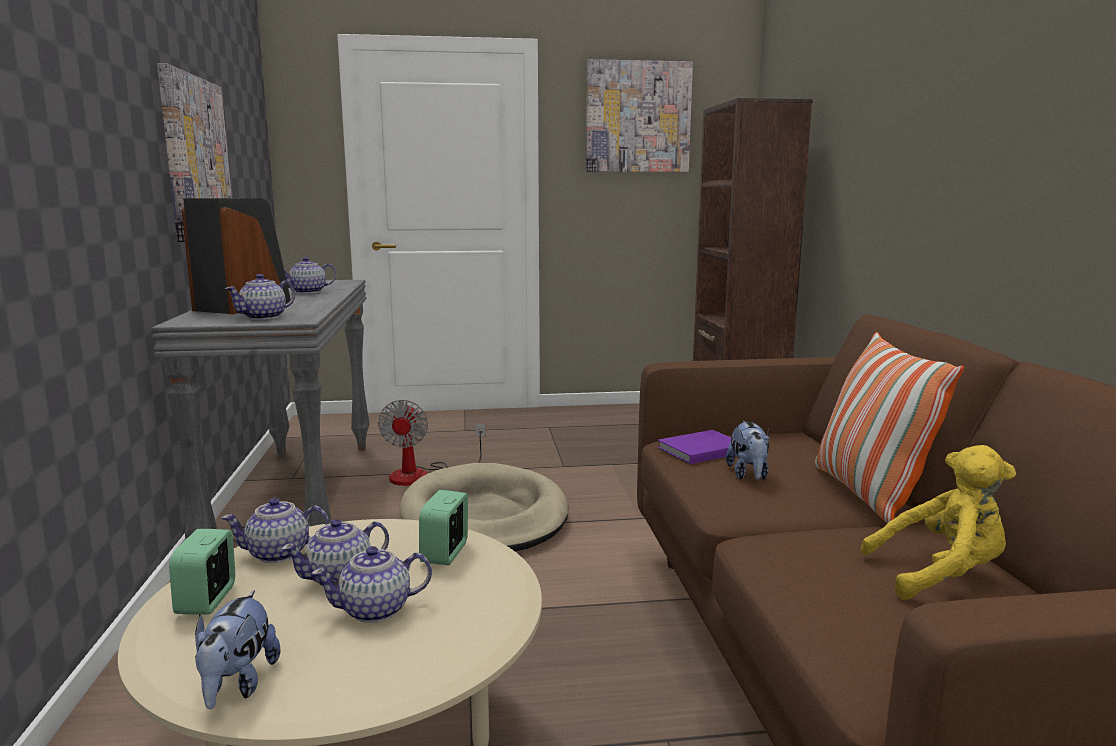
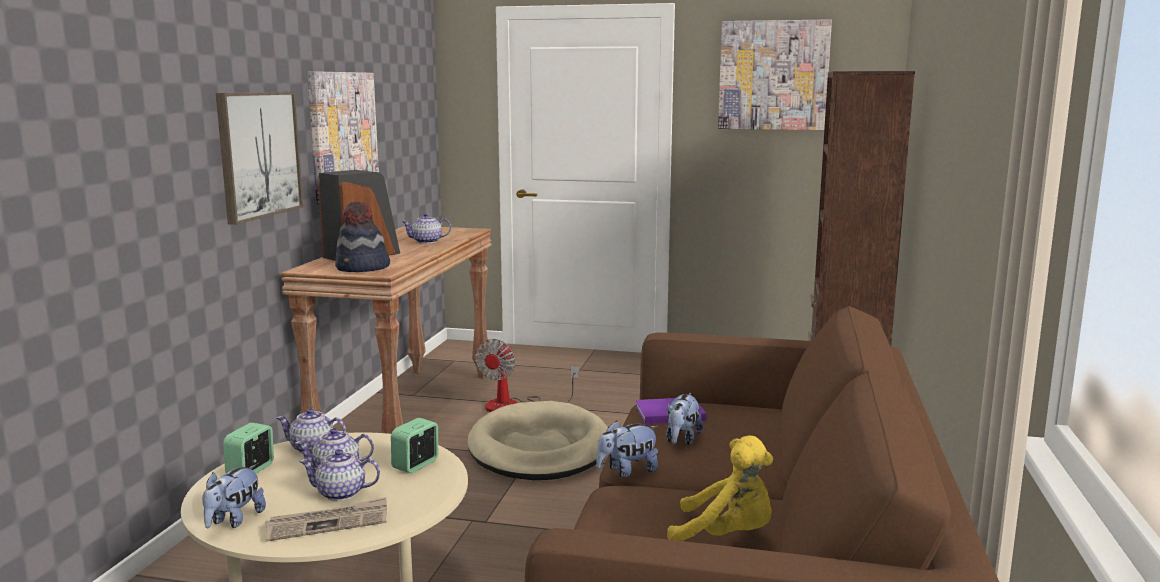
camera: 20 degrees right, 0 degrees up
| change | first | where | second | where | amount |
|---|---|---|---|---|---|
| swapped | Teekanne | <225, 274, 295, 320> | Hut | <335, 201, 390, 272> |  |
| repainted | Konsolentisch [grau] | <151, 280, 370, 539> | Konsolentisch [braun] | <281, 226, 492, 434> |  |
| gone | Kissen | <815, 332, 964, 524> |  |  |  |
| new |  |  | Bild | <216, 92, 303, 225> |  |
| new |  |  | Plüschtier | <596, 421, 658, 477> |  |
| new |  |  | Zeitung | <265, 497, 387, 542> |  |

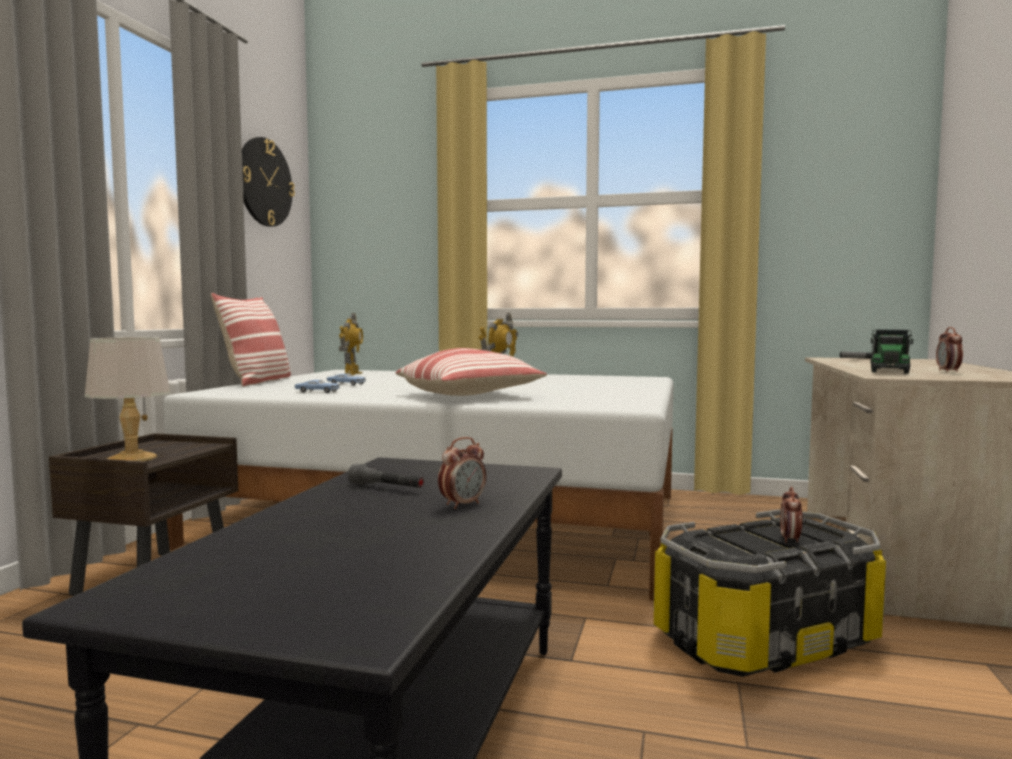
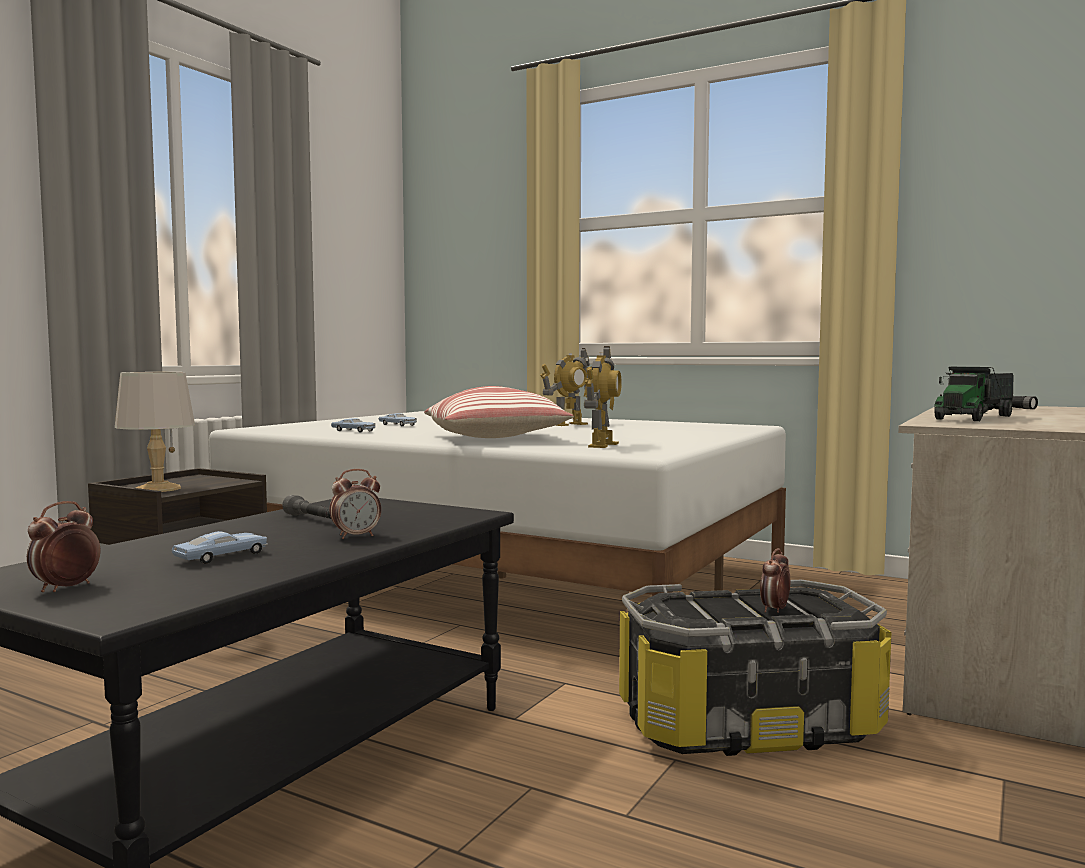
camera: 15 degrees right, 0 degrees up
| change | first | where | second | where | amount |
|---|---|---|---|---|---|
| gone | Wanduhr | <242, 137, 295, 227> |  |  |  |
| gone | Kissen | <211, 293, 291, 386> |  |  |  |
| shifted | Spielzeugroboter | <339, 313, 363, 375> |  | <584, 346, 622, 448> |  |
| shifted | Wecker | <936, 327, 963, 373> |  | <27, 501, 101, 592> |  |
| new |  |  | Spielzeugauto [blau] | <172, 531, 268, 564> |  |

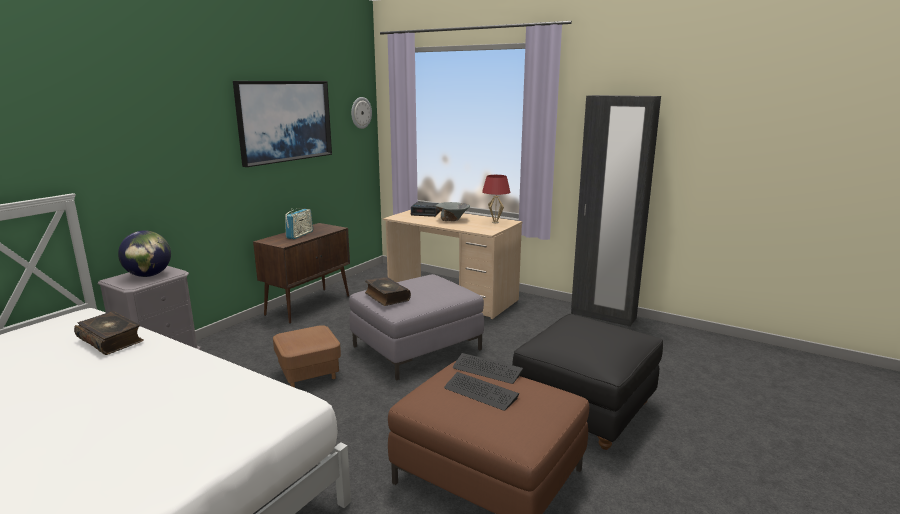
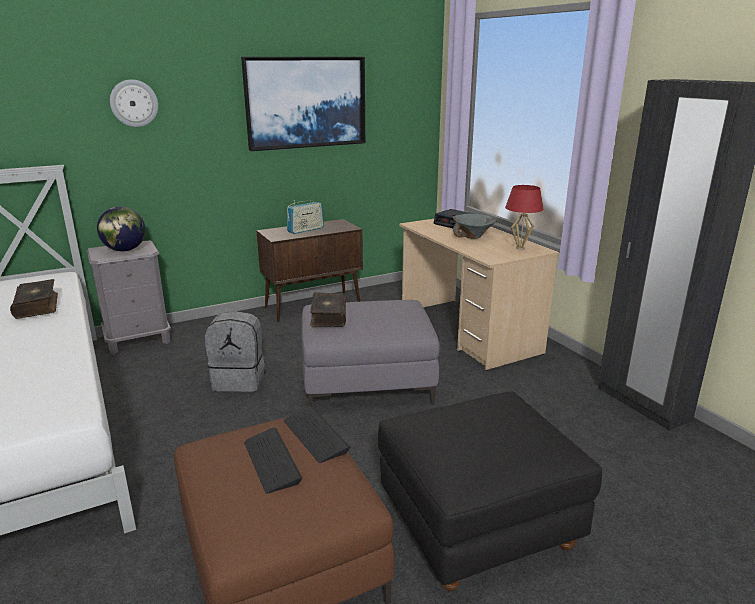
camera: 30 degrees right, 5 degrees up
| change | first | where | second | where | amount |
|---|---|---|---|---|---|
| shifted | Wanduhr | <351, 97, 372, 129> |  | <110, 79, 158, 127> |  |
| swapped | Polsterhocker [braun] | <273, 325, 341, 388> | Rucksack [grau] | <205, 311, 265, 392> |  |

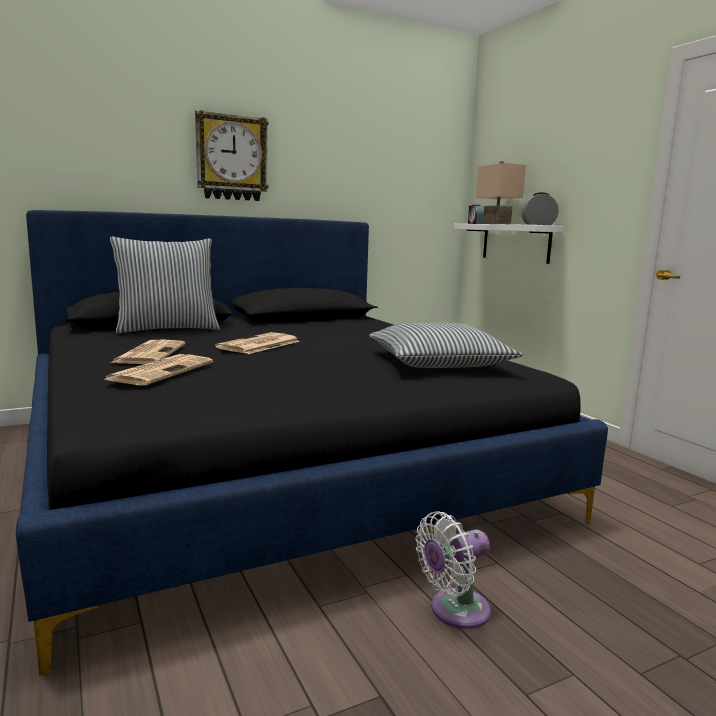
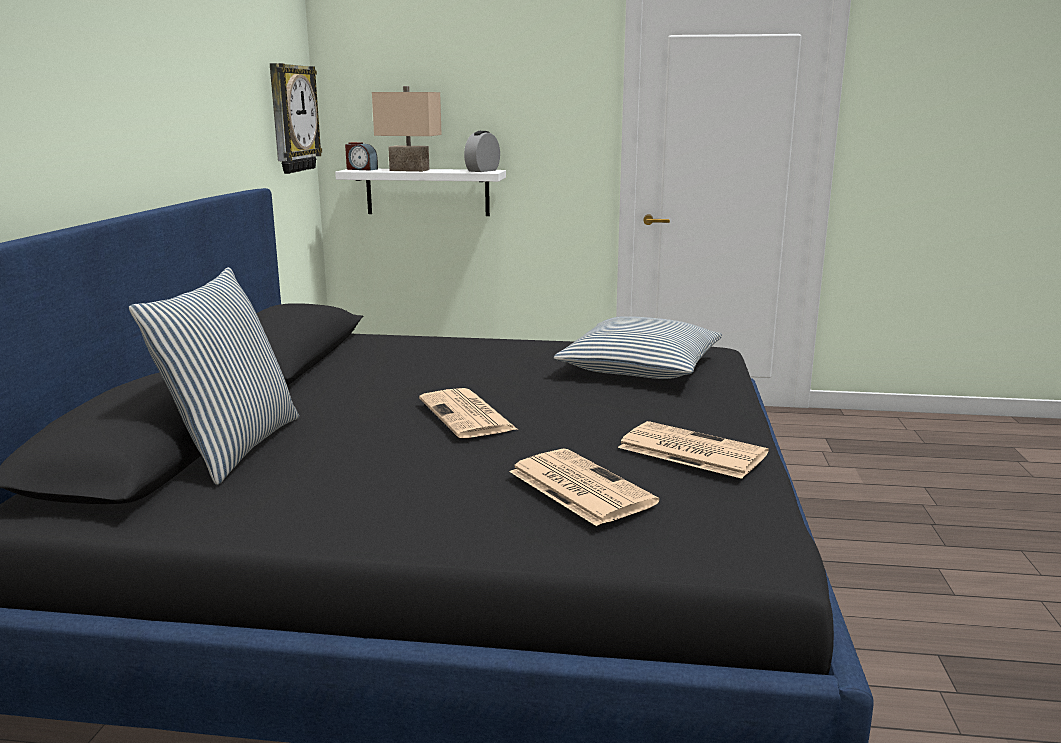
camera: 55 degrees left, 5 degrees up
| change | first | where | second | where | amount |
|---|---|---|---|---|---|
| shifted | Wanduhr | <195, 110, 268, 201> |  | <270, 63, 322, 174> |  |
| shifted | Zeitung | <111, 340, 185, 364> |  | <618, 421, 769, 479> |  |
| gone | Ventilator [weiß] | <415, 511, 491, 629> |  |  |  |

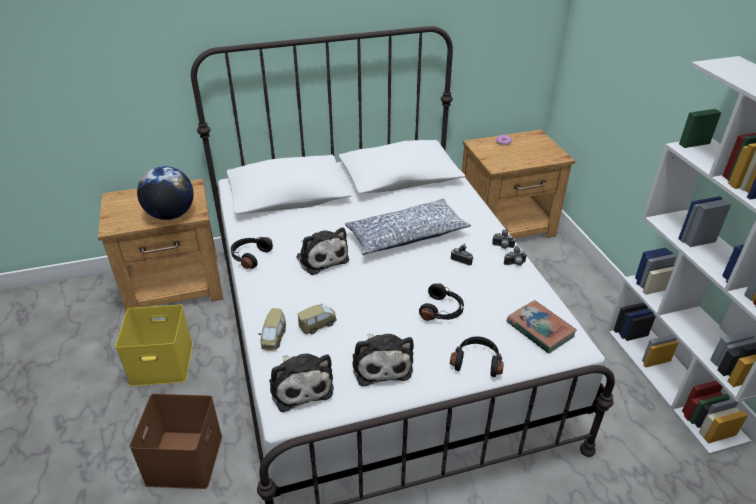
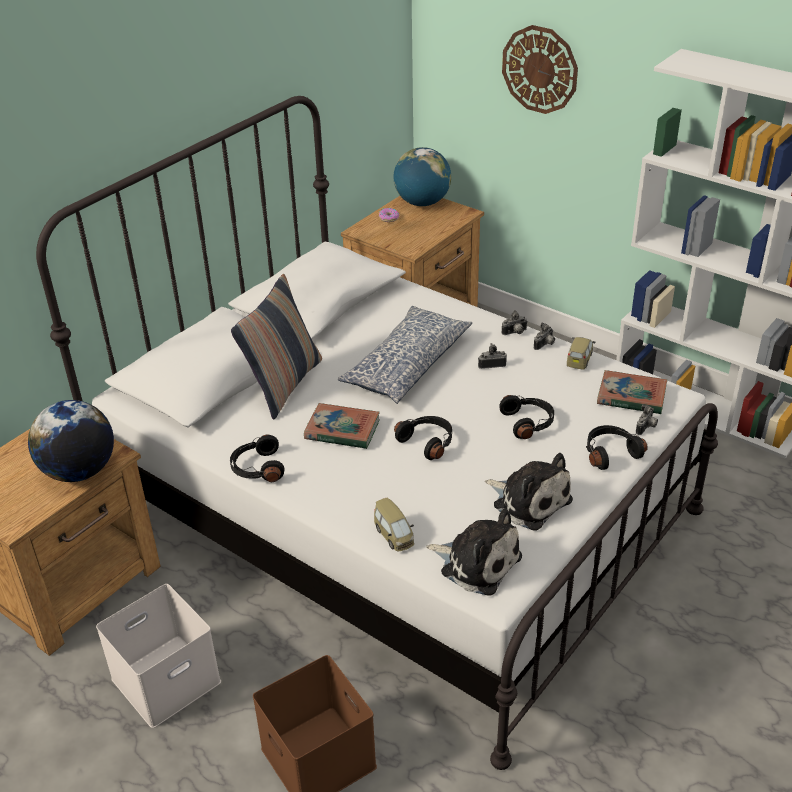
camera: 35 degrees left, 0 degrees up
| change | first | where | second | where | amount |
|---|---|---|---|---|---|
| swapped | Plüschtier | <296, 227, 349, 275> | Buch | <304, 403, 380, 449> |  |
| shifted | Spielzeugauto | <297, 304, 337, 334> |  | <567, 337, 596, 370> |  |
| repainted | Aufbewahrungsbox [gelb] | <115, 305, 193, 386> | Aufbewahrungsbox [weiß] | <96, 584, 221, 728> |  |
| new |  |  | Wanduhr | <502, 25, 578, 114> |  |
| new |  |  | Globus | <393, 147, 451, 206> |  |
| new |  |  | Kissen | <231, 274, 322, 420> |  |
| new |  |  | Kamera | <636, 404, 658, 435> |  |
| new |  |  | Kopfhörer [schwarz] | <394, 416, 452, 460> |  |

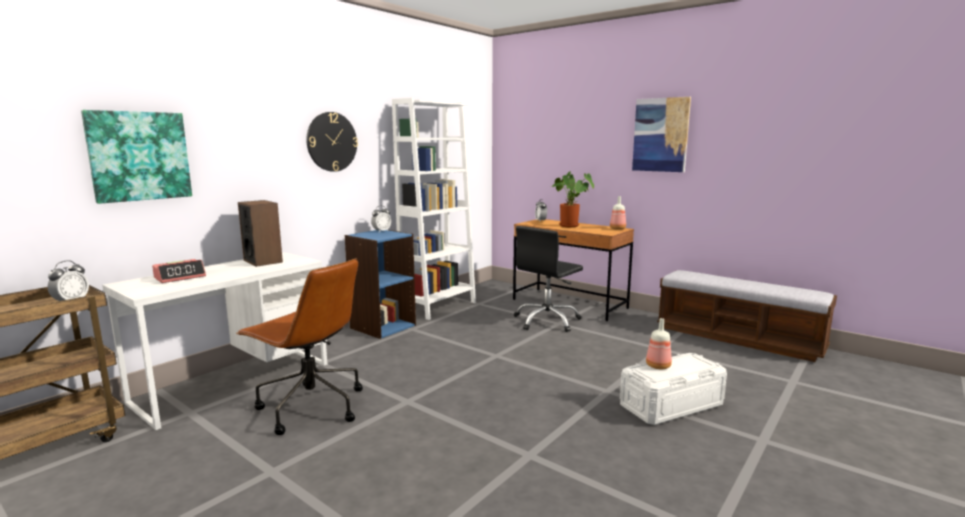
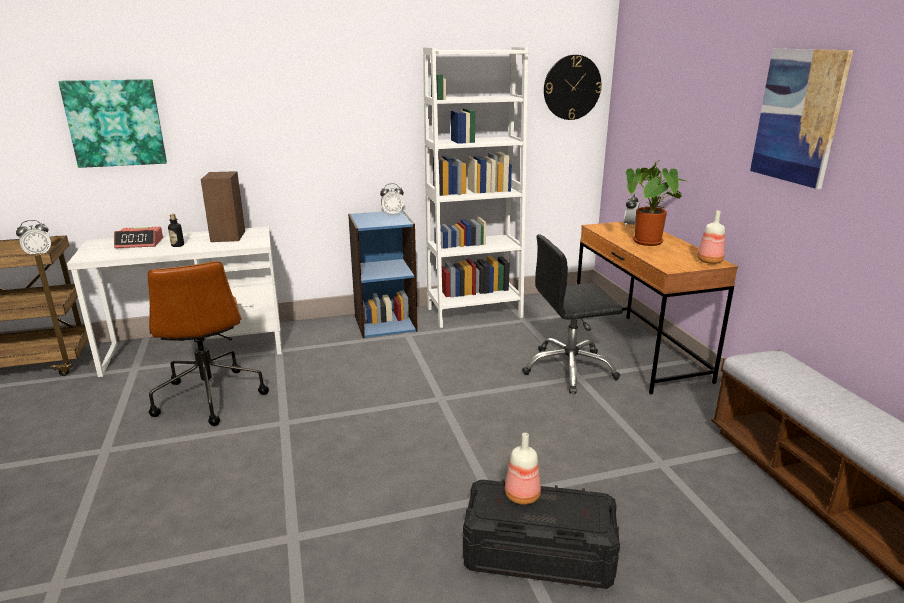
camera: 35 degrees right, 10 degrees up
| change | first | where | second | where | amount |
|---|---|---|---|---|---|
| shifted | Wanduhr | <306, 112, 358, 172> |  | <544, 55, 602, 120> |  |
| repainted | Aufbewahrungsbox [weiß] | <620, 353, 727, 425> | Aufbewahrungsbox [schwarz] | <463, 479, 620, 589> |  |
| new |  |  | Flasche | <168, 214, 184, 247> |  |

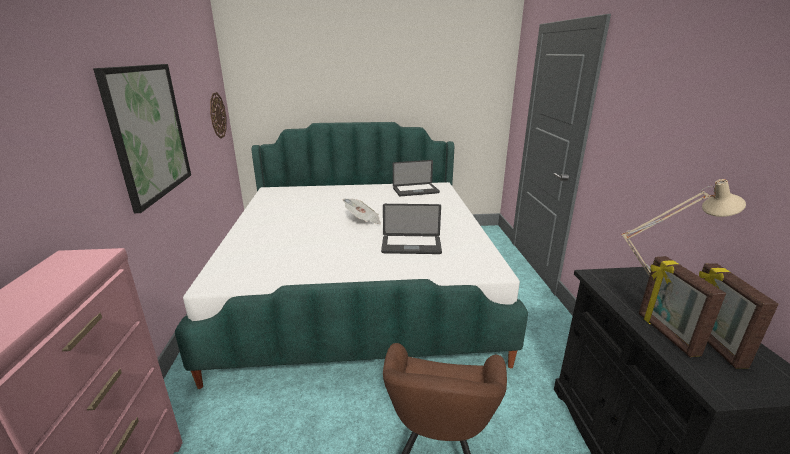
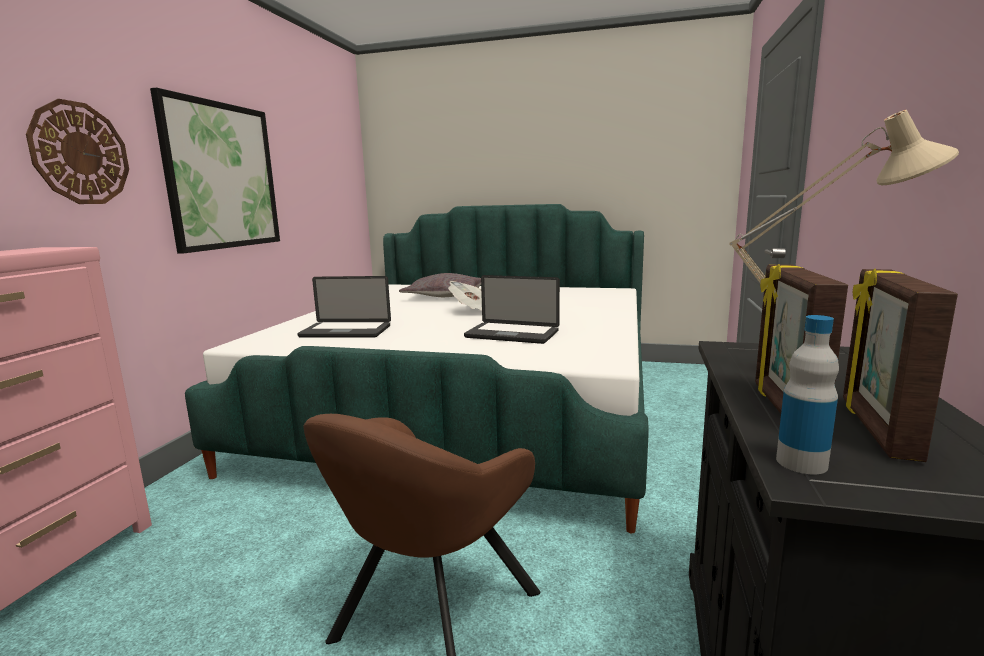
camera: 20 degrees right, 10 degrees down
| change | first | where | second | where | amount |
|---|---|---|---|---|---|
| shifted | Wanduhr | <210, 92, 227, 139> |  | <26, 99, 129, 204> |  |
| shifted | Laptop | <393, 160, 440, 196> |  | <297, 276, 391, 338> |  |
| new |  |  | Kissen [grau] | <399, 273, 481, 297> |  |
| new |  |  | Flasche | <776, 315, 839, 474> |  |

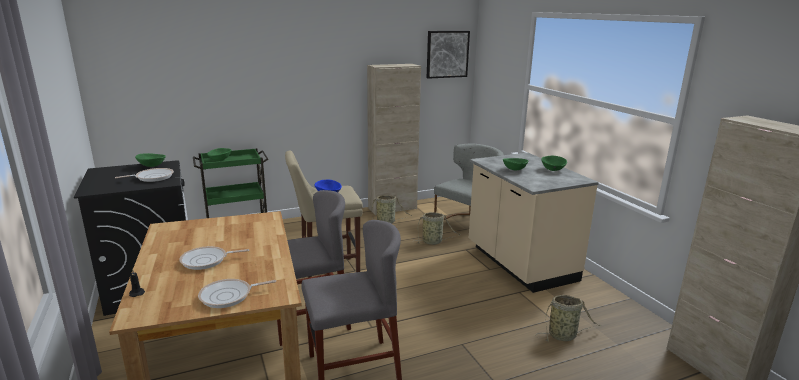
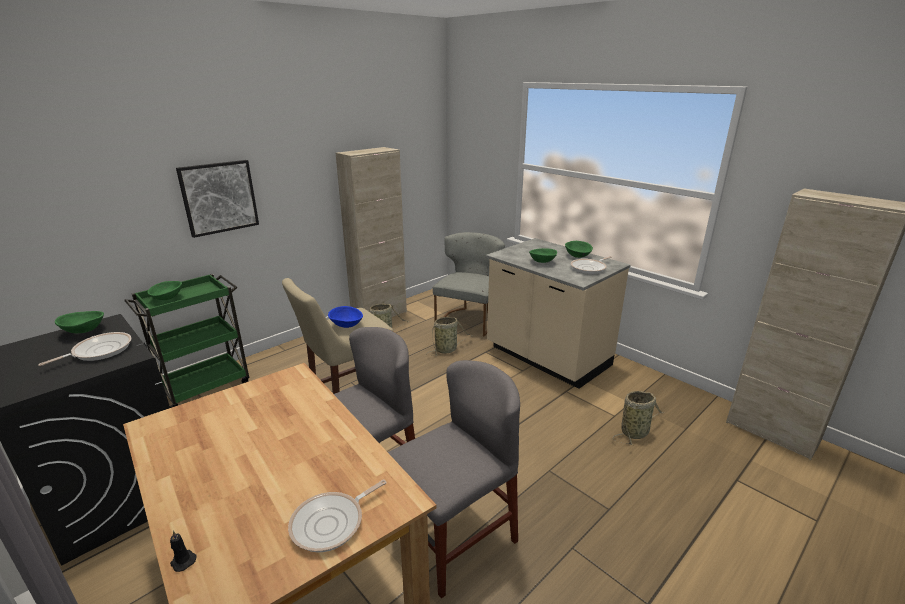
camera: 20 degrees left, 5 degrees up
| change | first | where | second | where | amount |
|---|---|---|---|---|---|
| shifted | Bild | <427, 31, 470, 79> |  | <176, 160, 259, 238> |  |
| shifted | Pfanne | <179, 246, 249, 270> |  | <571, 256, 612, 274> |  |

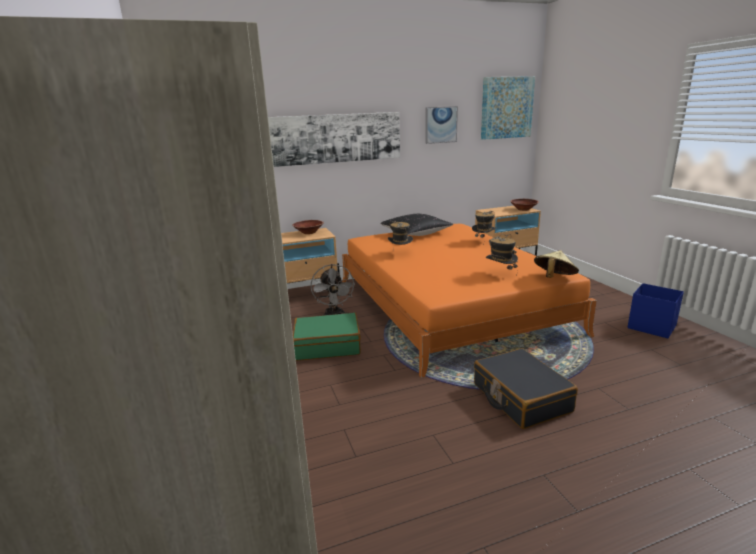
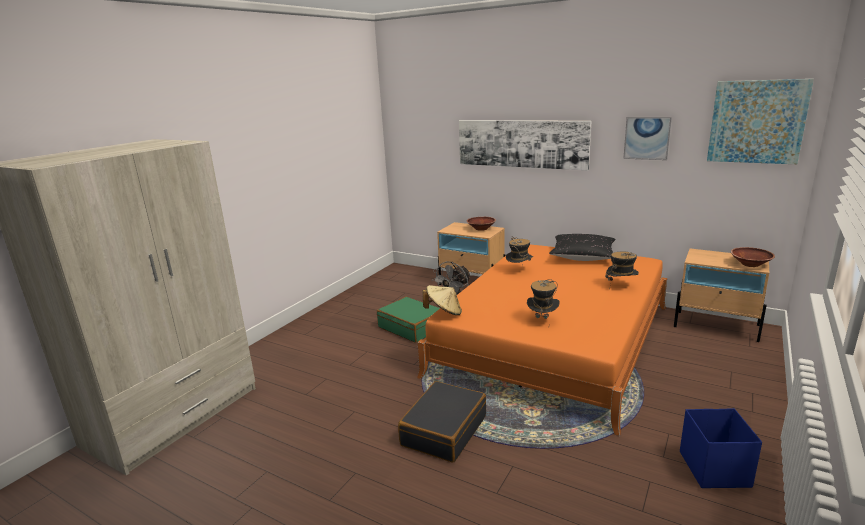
camera: 50 degrees right, 0 degrees up
| change | first | where | second | where | amount |
|---|---|---|---|---|---|
| shifted | Hut [beige] | <534, 250, 579, 278> |  | <423, 285, 462, 315> |  |

